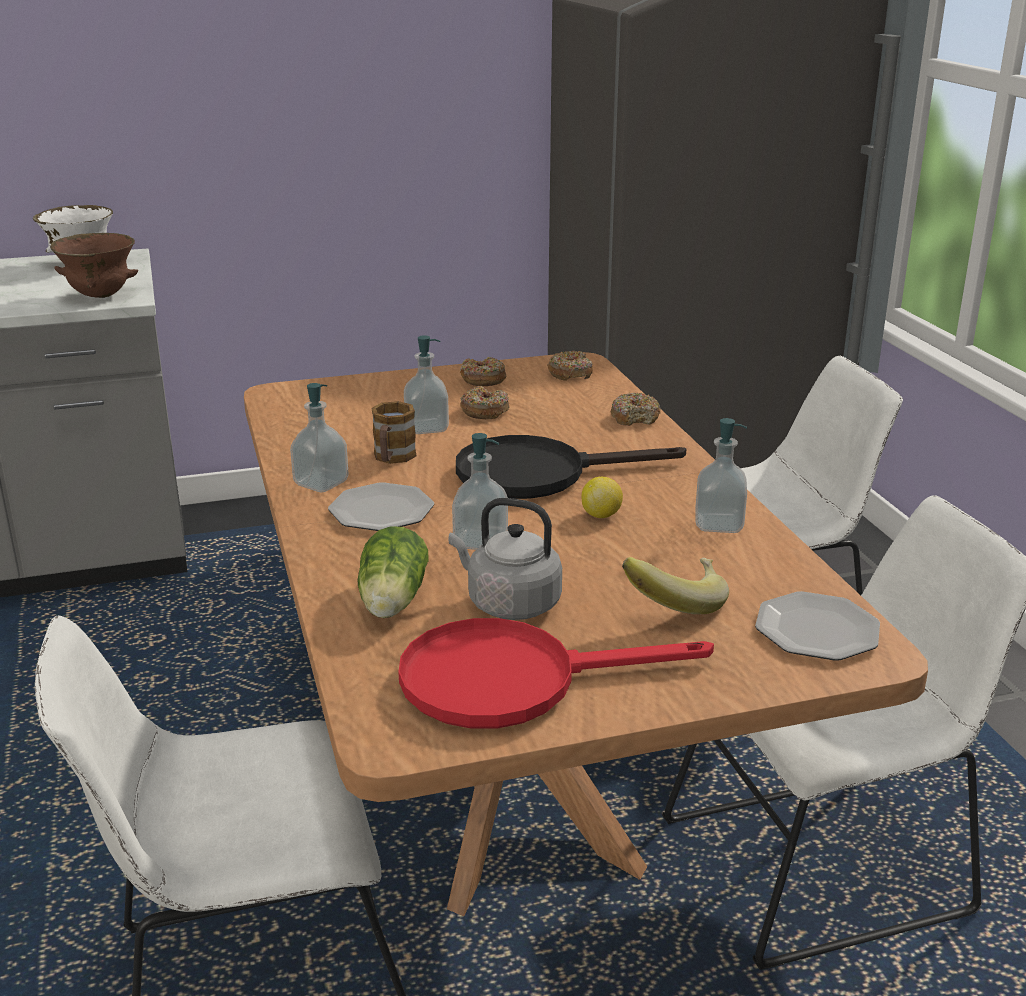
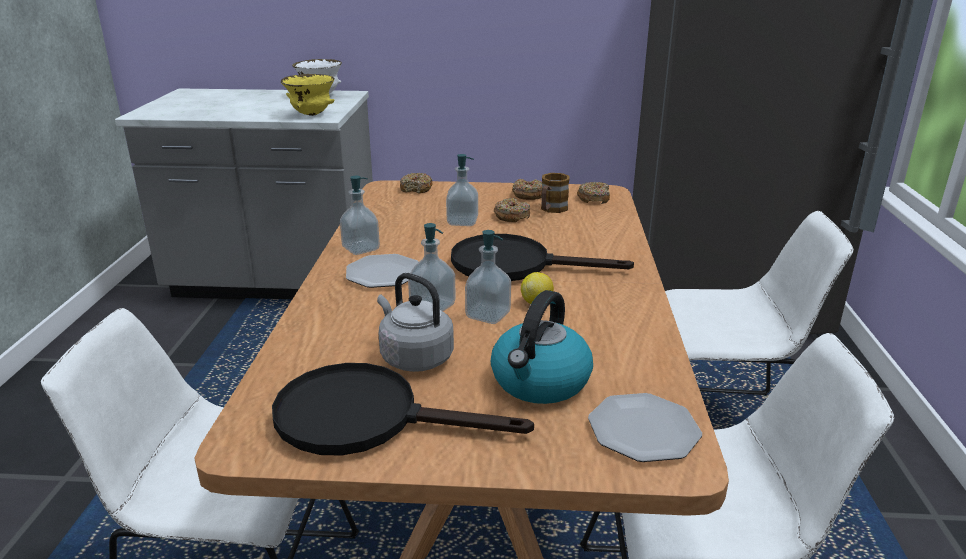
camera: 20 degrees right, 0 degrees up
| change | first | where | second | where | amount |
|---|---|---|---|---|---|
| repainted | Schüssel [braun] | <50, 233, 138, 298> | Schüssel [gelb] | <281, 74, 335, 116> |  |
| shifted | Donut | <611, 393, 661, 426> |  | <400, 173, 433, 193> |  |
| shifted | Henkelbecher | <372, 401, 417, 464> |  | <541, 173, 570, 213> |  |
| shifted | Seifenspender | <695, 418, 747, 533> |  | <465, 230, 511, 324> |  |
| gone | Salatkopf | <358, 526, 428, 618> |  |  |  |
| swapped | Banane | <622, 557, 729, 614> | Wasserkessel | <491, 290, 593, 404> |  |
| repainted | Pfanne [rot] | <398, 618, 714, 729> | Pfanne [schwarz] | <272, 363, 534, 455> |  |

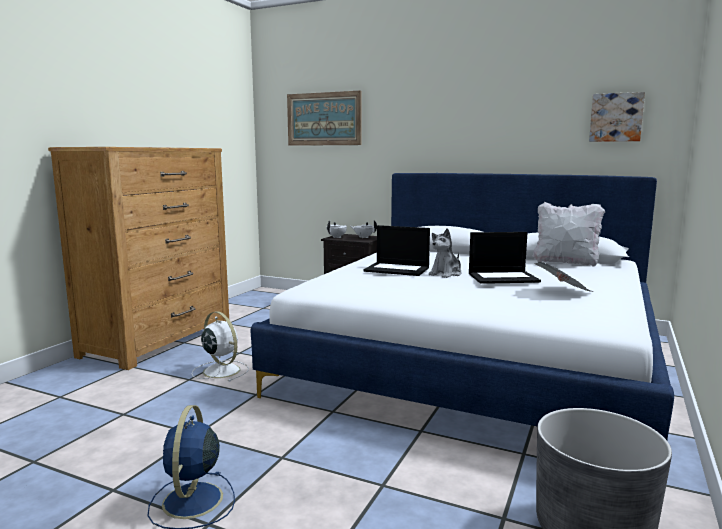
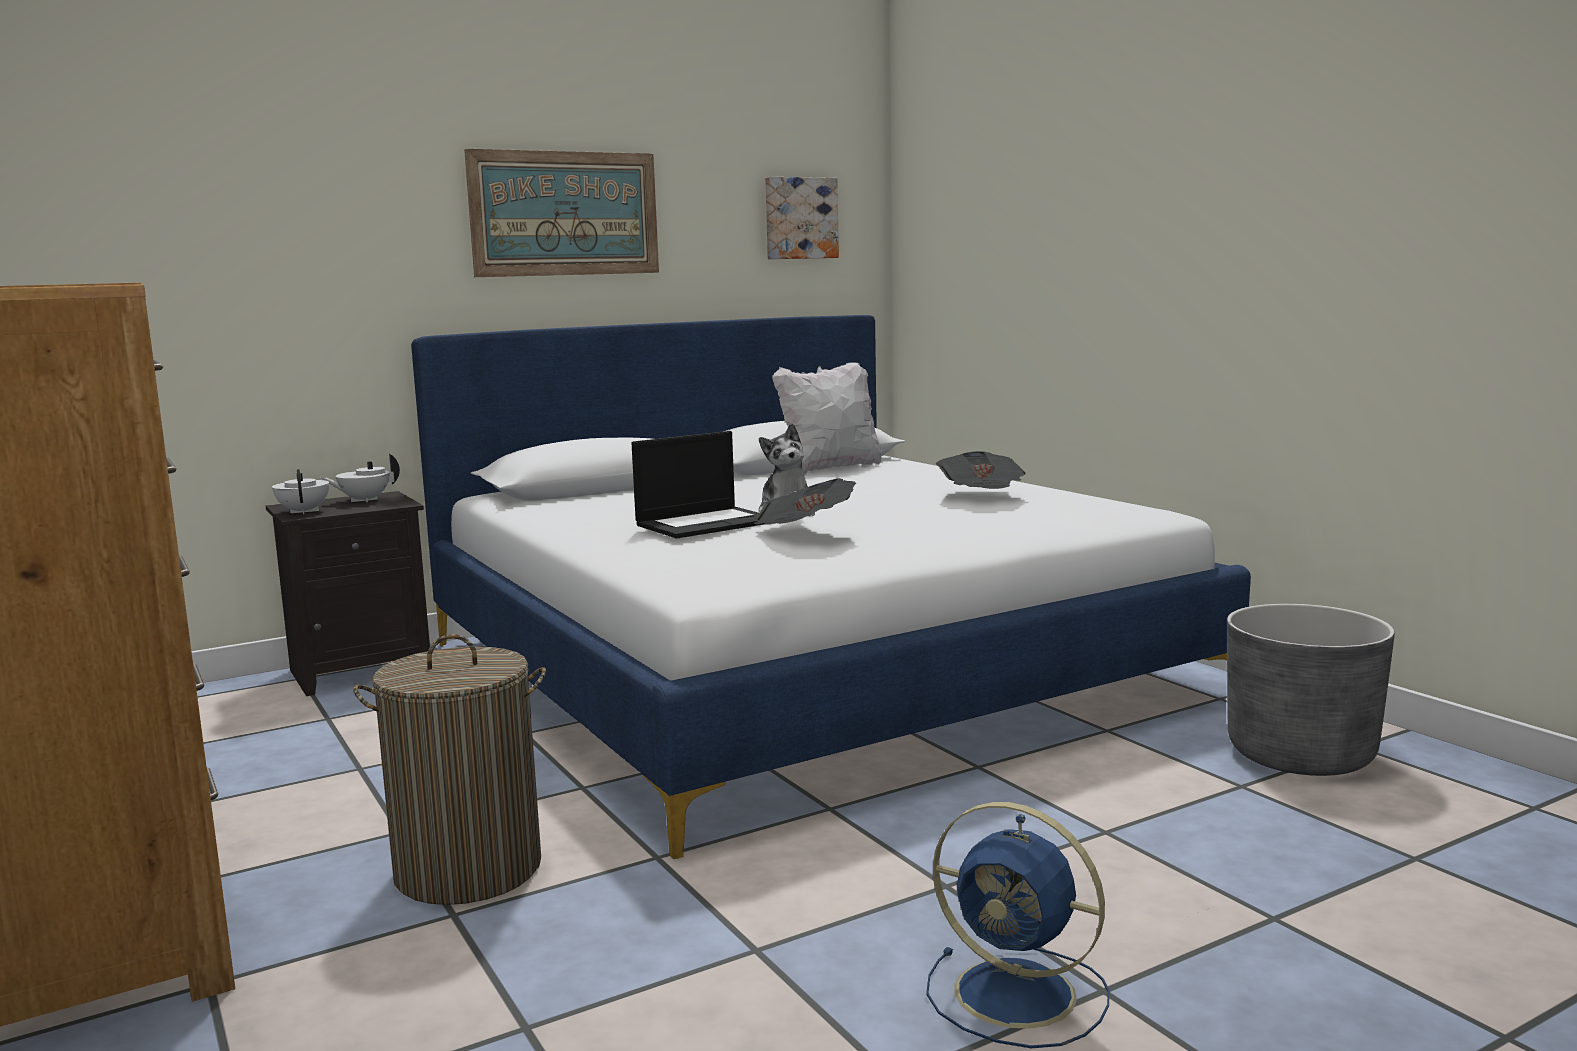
camera: 55 degrees left, 0 degrees up
| change | first | where | second | where | amount |
|---|---|---|---|---|---|
| shifted | Bild | <287, 91, 362, 146> |  | <464, 149, 659, 277> |  |
| gone | Laptop | <469, 232, 541, 284> |  |  |  |
| swapped | Ventilator [weiß] | <192, 311, 249, 382> | Wäschekorb | <353, 634, 546, 905> |  |
| new |  |  | Zeitung | <754, 478, 856, 525> |  |

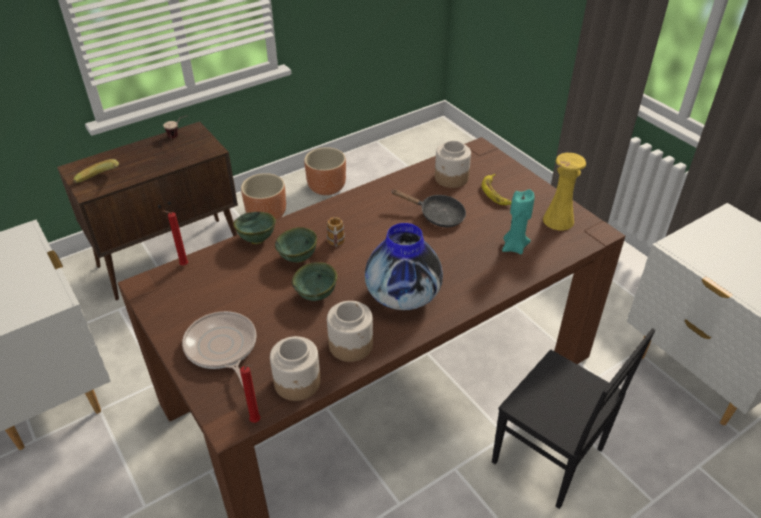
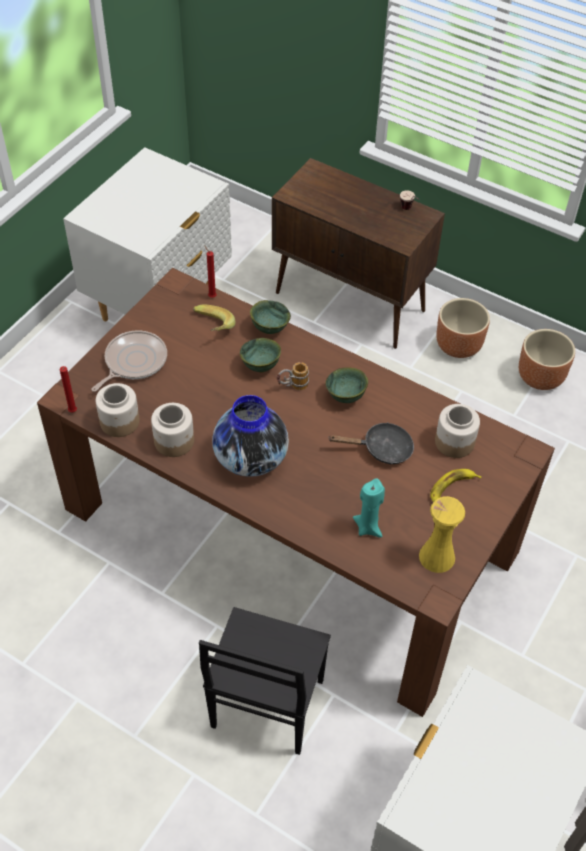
camera: 65 degrees right, 10 degrees up
| change | first | where | second | where | amount |
|---|---|---|---|---|---|
| shifted | Banane | <73, 159, 119, 183> |  | <193, 304, 236, 331> |  |
| rotated | Pfanne [schwarz] | <392, 189, 466, 227> |  | <328, 422, 414, 464> | 90 degrees counterclockwise |
| shifted | Schüssel [grün] | <292, 262, 337, 301> |  | <325, 367, 368, 403> |  |

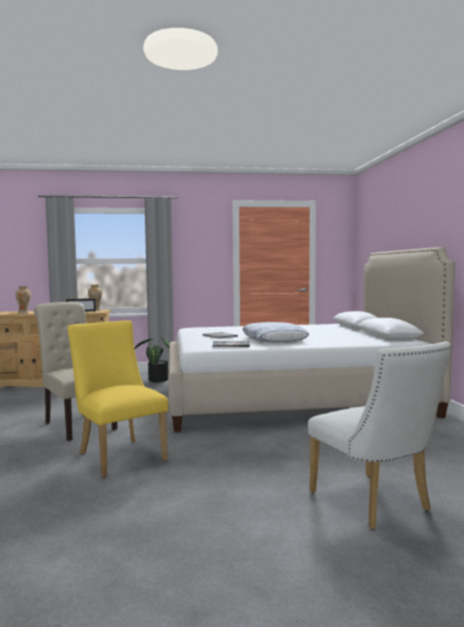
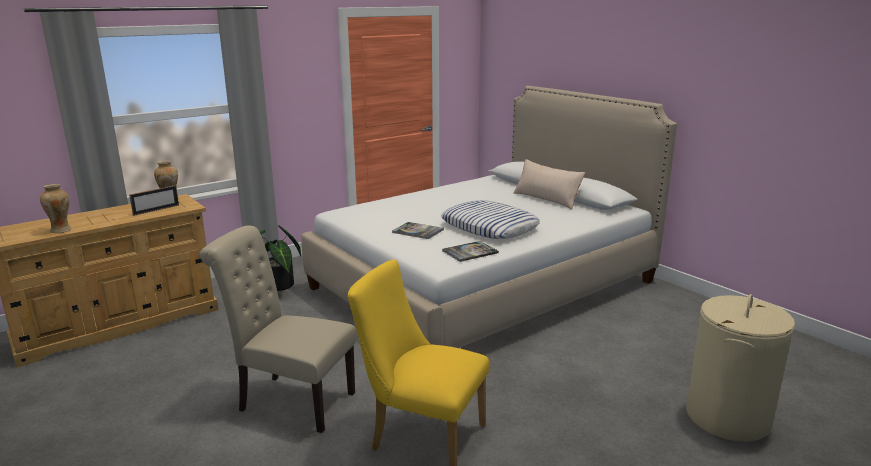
camera: 30 degrees left, 15 degrees up
| change | first | where | second | where | amount |
|---|---|---|---|---|---|
| swapped | Stuhl [weiß] | <308, 341, 452, 529> | Wäschekorb [beige] | <686, 294, 795, 442> |  |
| new |  |  | Kissen [beige] | <513, 159, 585, 209> |  |

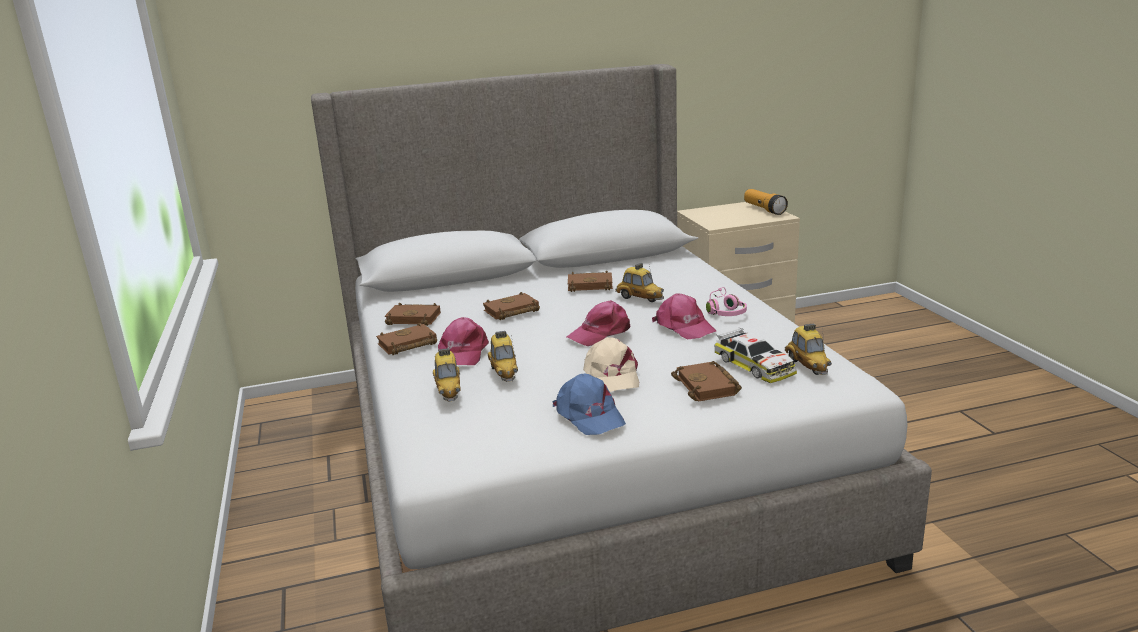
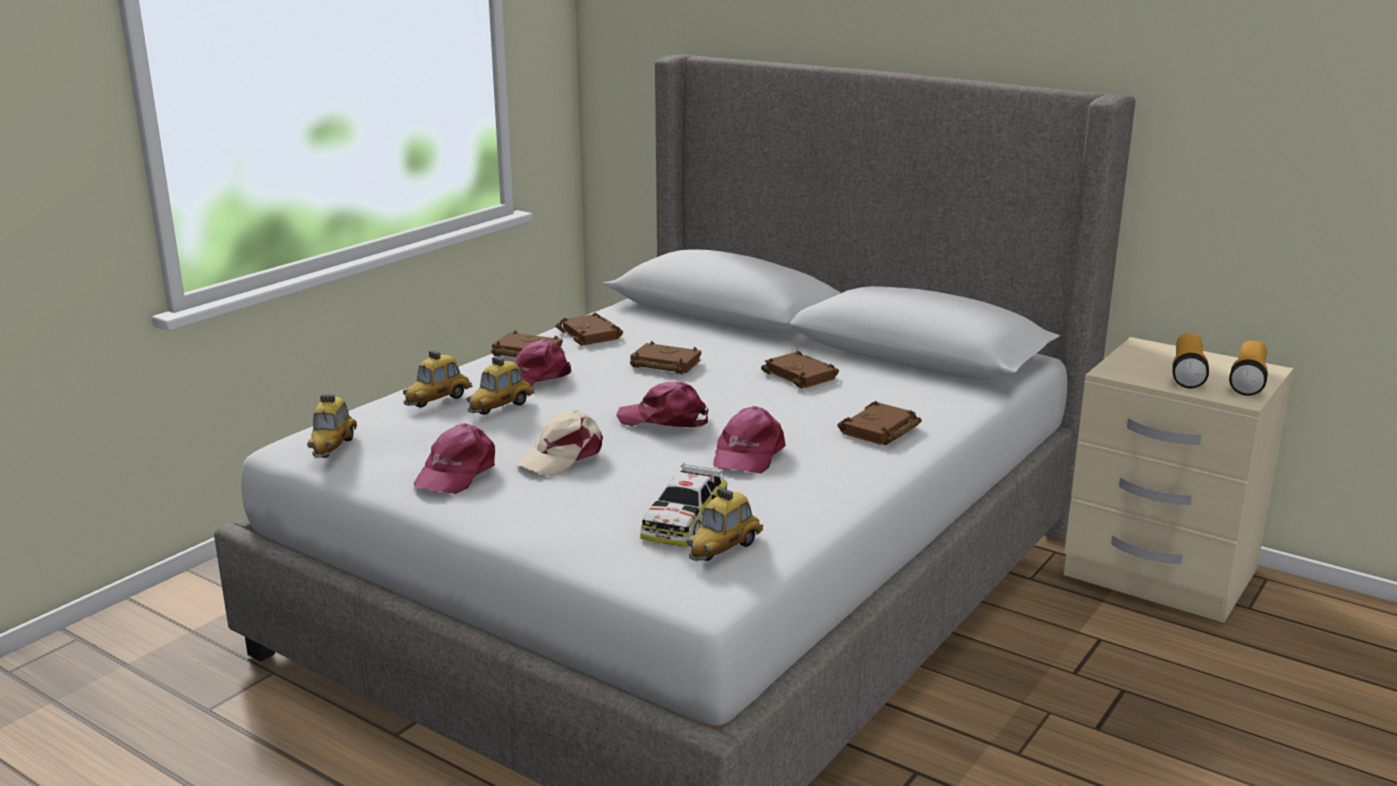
camera: 50 degrees right, 0 degrees up
| change | first | where | second | where | amount |
|---|---|---|---|---|---|
| shifted | Spielzeugauto | <615, 263, 664, 302> |  | <307, 394, 357, 458> |  |
| gone | Kopfhörer [rosa] | <706, 287, 747, 316> |  |  |  |
| shifted | Buch [braun] | <671, 361, 742, 401> |  | <837, 401, 922, 445> |  |
| repainted | Kappe [blau] | <552, 374, 626, 435> | Kappe [rosa] | <414, 423, 495, 494> |  |
| new |  |  | Taschenlampe | <1172, 333, 1209, 388> |  |

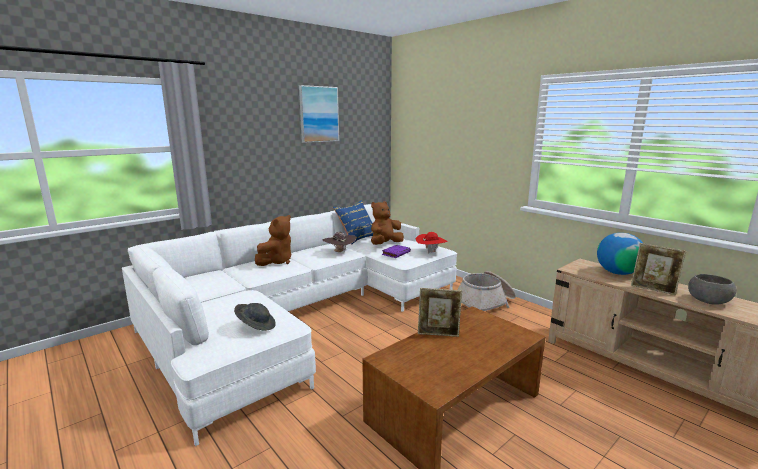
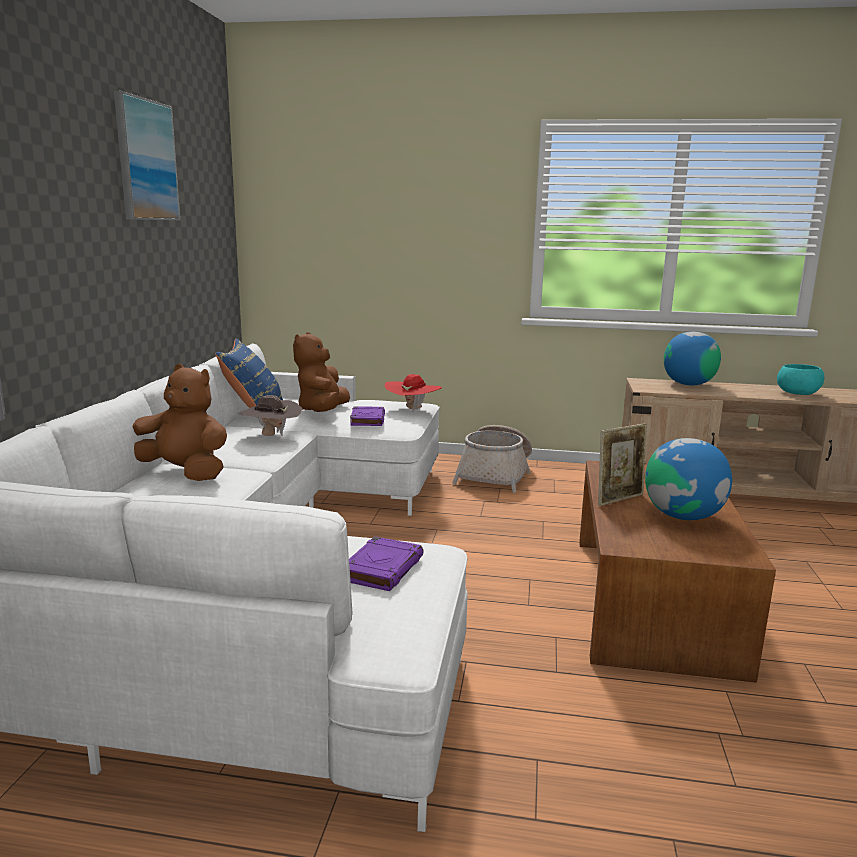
camera: 40 degrees left, 0 degrees up
| change | first | where | second | where | amount |
|---|---|---|---|---|---|
| rotated | Plüschtier [braun] | <255, 215, 291, 266> |  | <133, 364, 227, 481> | 60 degrees counterclockwise |
| gone | Bilderrahmen | <631, 243, 687, 295> |  |  |  |
| repainted | Schüssel [grau] | <688, 274, 737, 305> | Schüssel [türkis] | <777, 364, 824, 395> |  |
| swapped | Hut [grau] | <234, 303, 276, 331> | Buch [lila] | <349, 536, 424, 591> |  |
| new |  |  | Globus | <645, 438, 732, 520> |  |

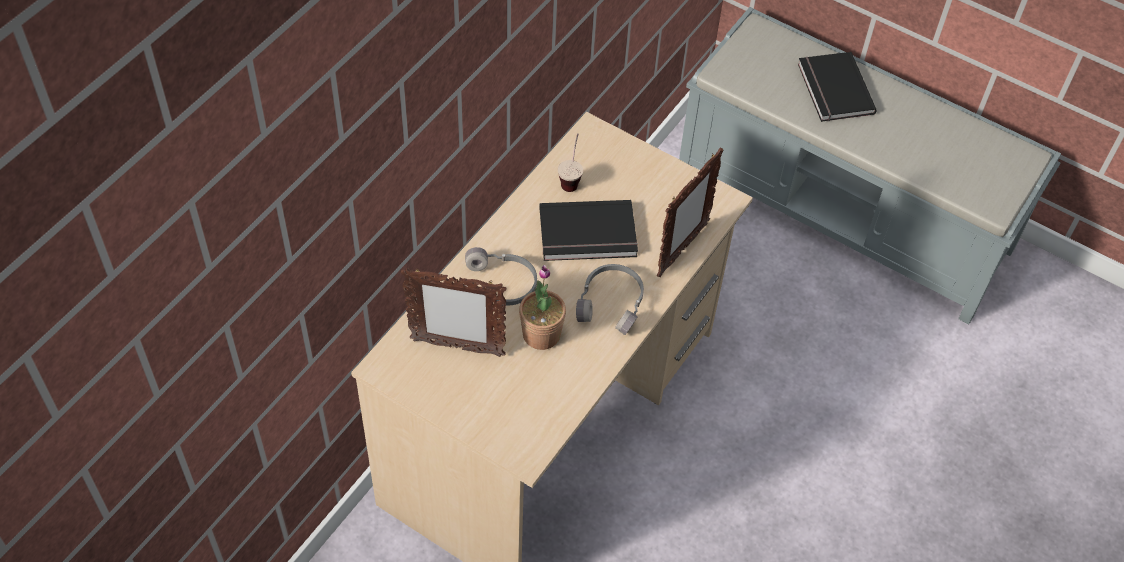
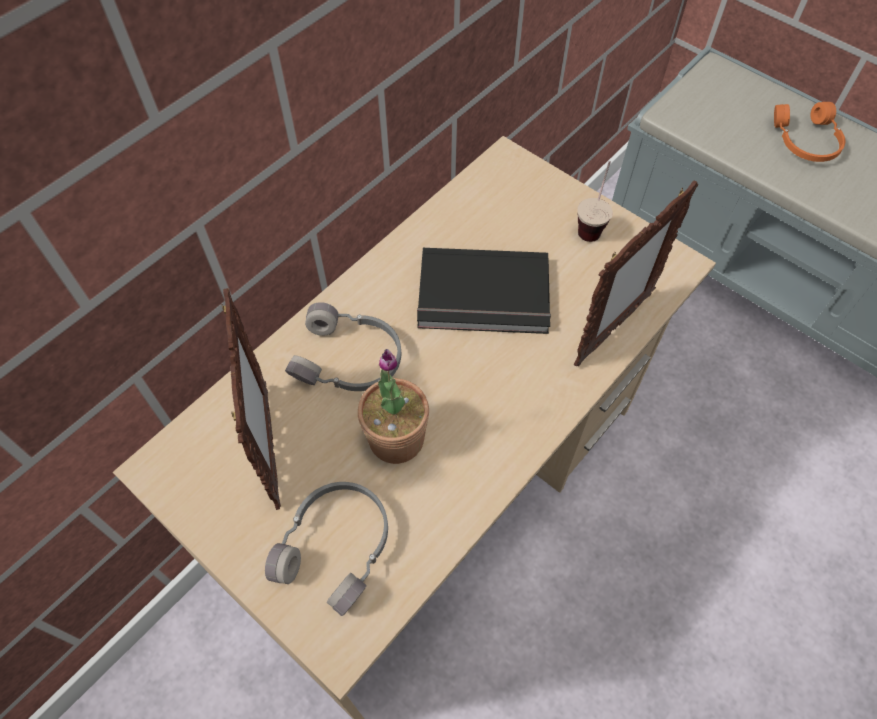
camera: 10 degrees right, 5 degrees up
| change | first | where | second | where | amount |
|---|---|---|---|---|---|
| swapped | Buch [schwarz] | <798, 52, 877, 122> | Kopfhörer [orange] | <774, 102, 846, 162> |  |
| shifted | Tasse | <558, 133, 583, 192> |  | <577, 161, 613, 242> |  |
| shifted | Kopfhörer [grau] | <576, 264, 644, 335> |  | <265, 482, 388, 616> |  |
| rotated | Bilderrahmen | <401, 268, 506, 357> |  | <222, 288, 281, 510> | 120 degrees counterclockwise |

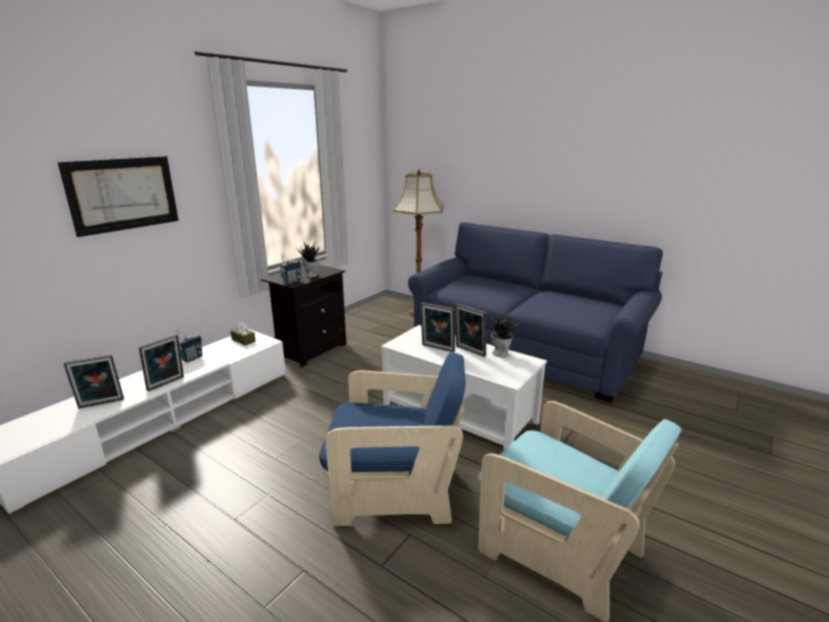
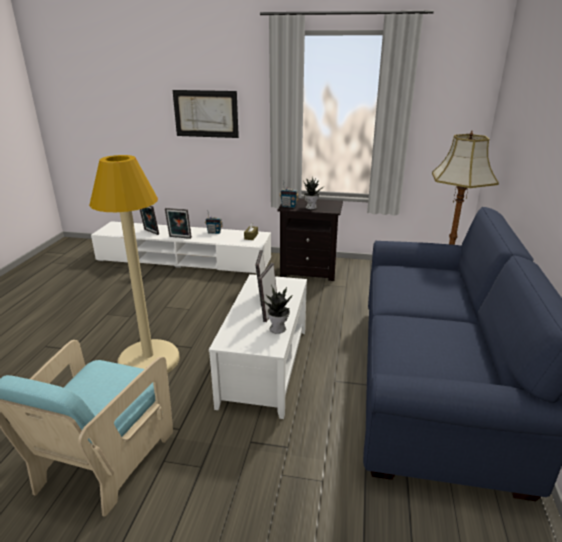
camera: 65 degrees right, 5 degrees up
| change | first | where | second | where | amount |
|---|---|---|---|---|---|
| swapped | Sessel [blau] | <319, 353, 465, 526> | Stehlampe [beige] | <89, 155, 180, 373> |  |

